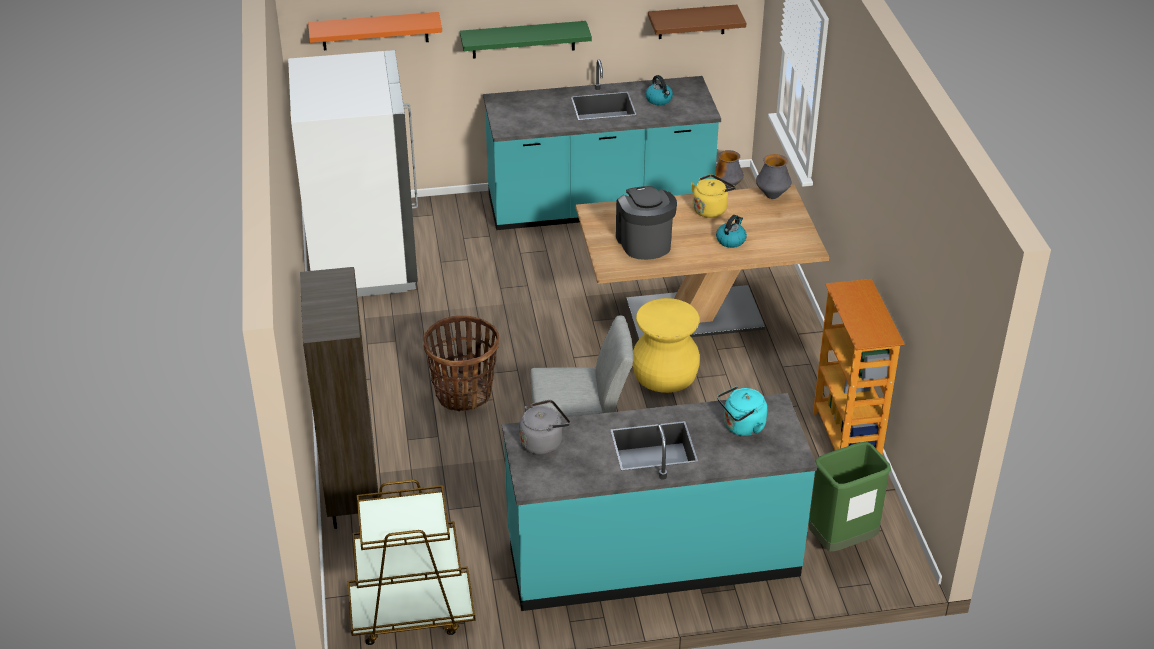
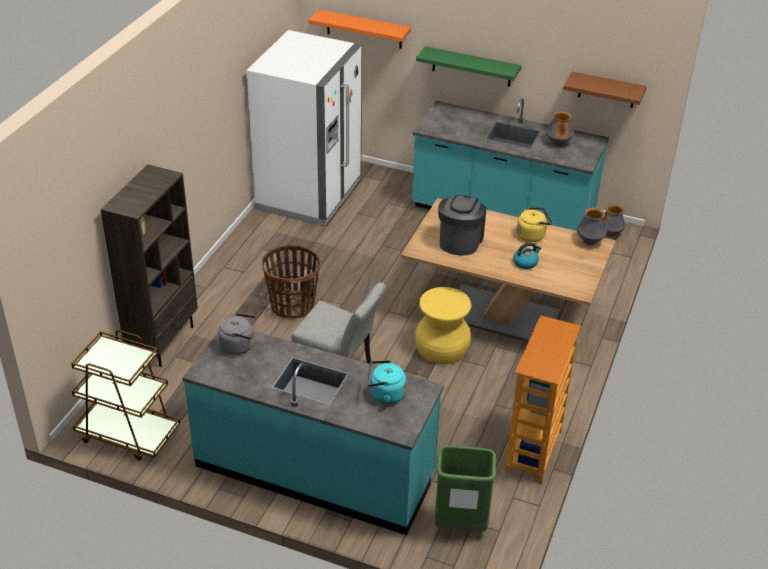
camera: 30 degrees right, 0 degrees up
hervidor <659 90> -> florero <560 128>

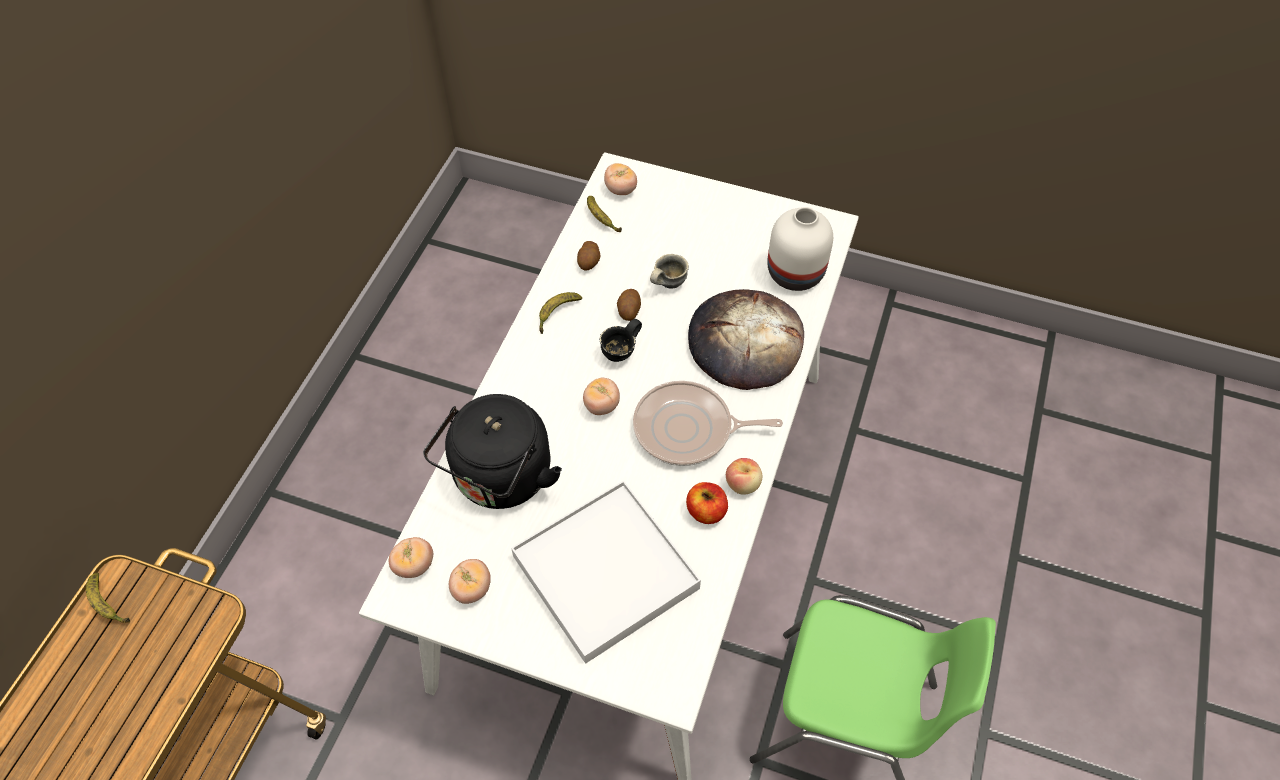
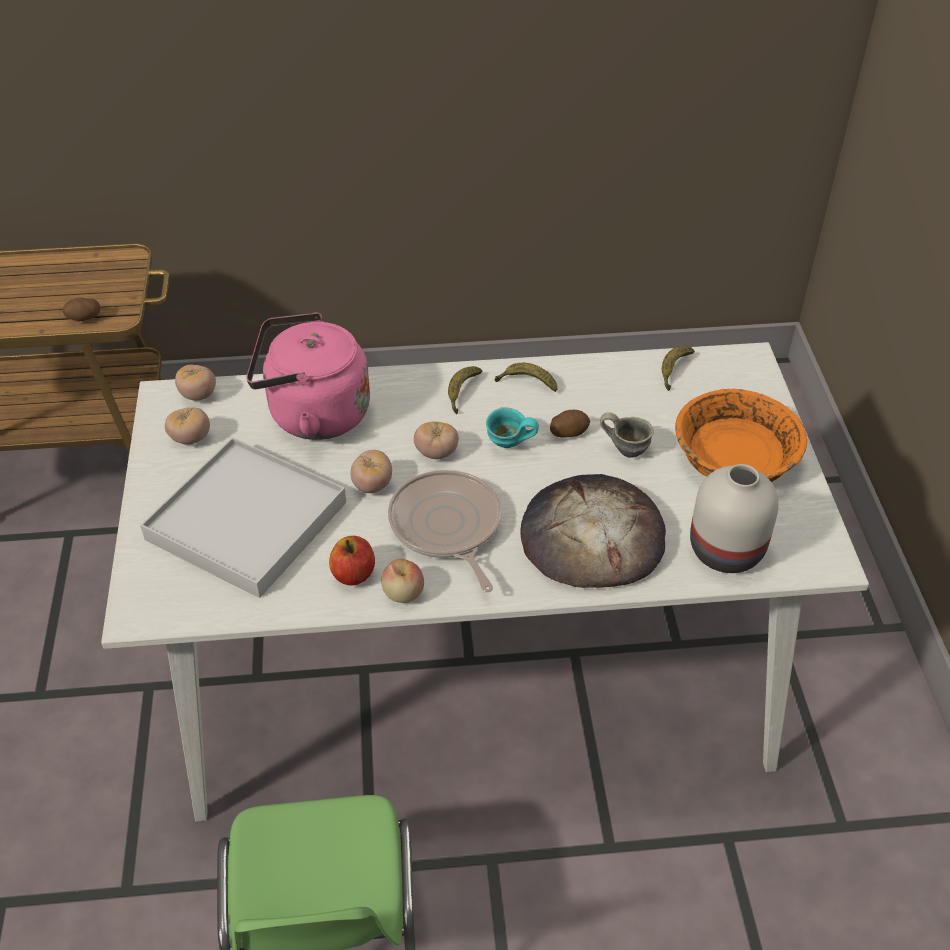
camera: 65 degrees right, 10 degrees down
plátano <108 598> -> plátano <465 390>, move
hervidor/negro <492 451> -> hervidor/rosa <308 376>
patata <589 255> -> patata <81 309>, move
taza grande/negro <621 340> -> taza grande/turquesa <512 427>
tomate <620 179> -> tomate <371 471>, move
none -> cuenco/naranja <741 435>

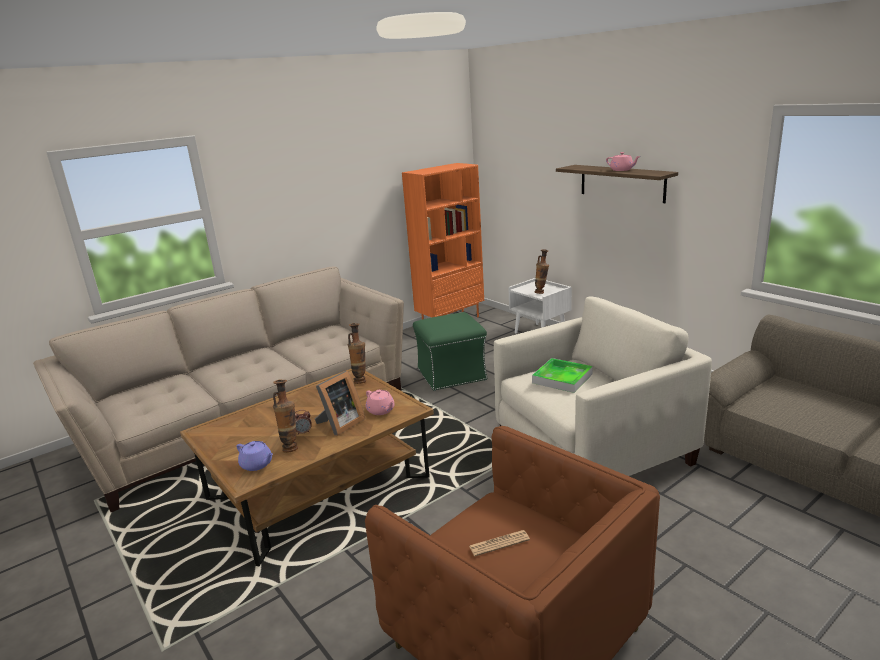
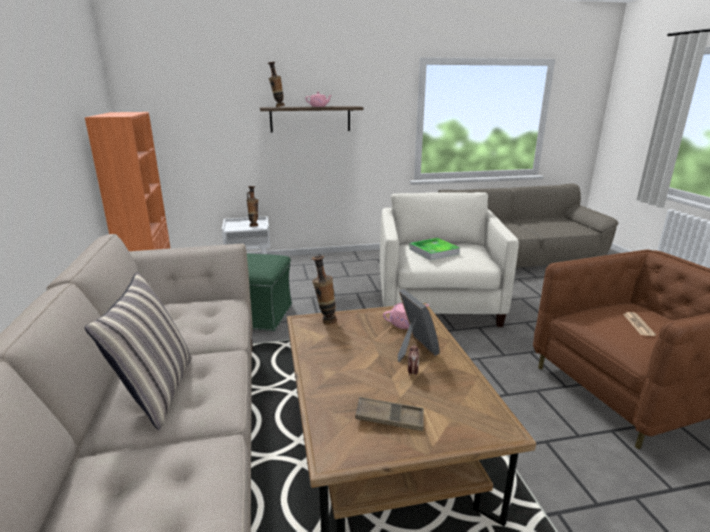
camera: 65 degrees left, 0 degrees up
tetera/morado <255 456> -> none
florero <285 416> -> florero <276 84>, move
none -> cojín <138 351>
none -> bandeja/marrón <389 414>

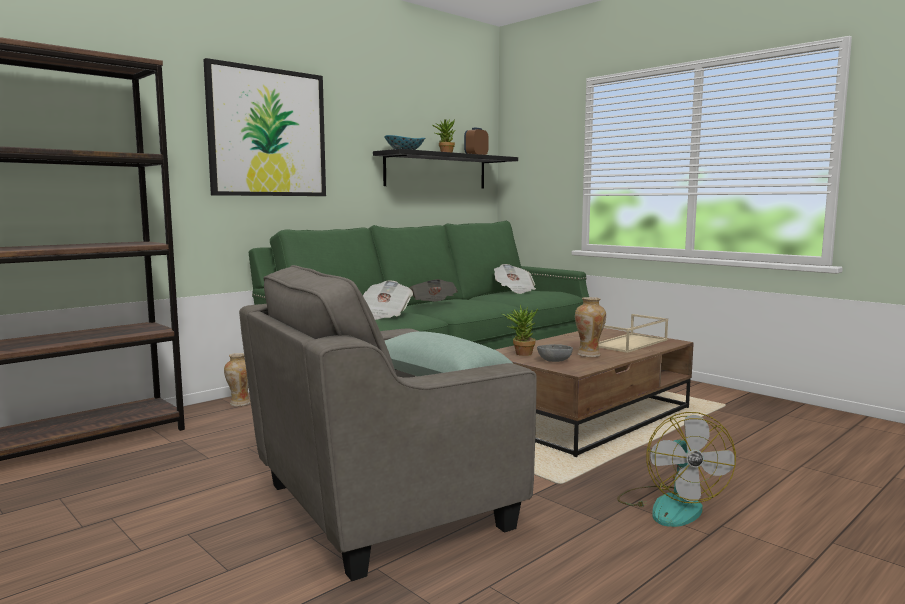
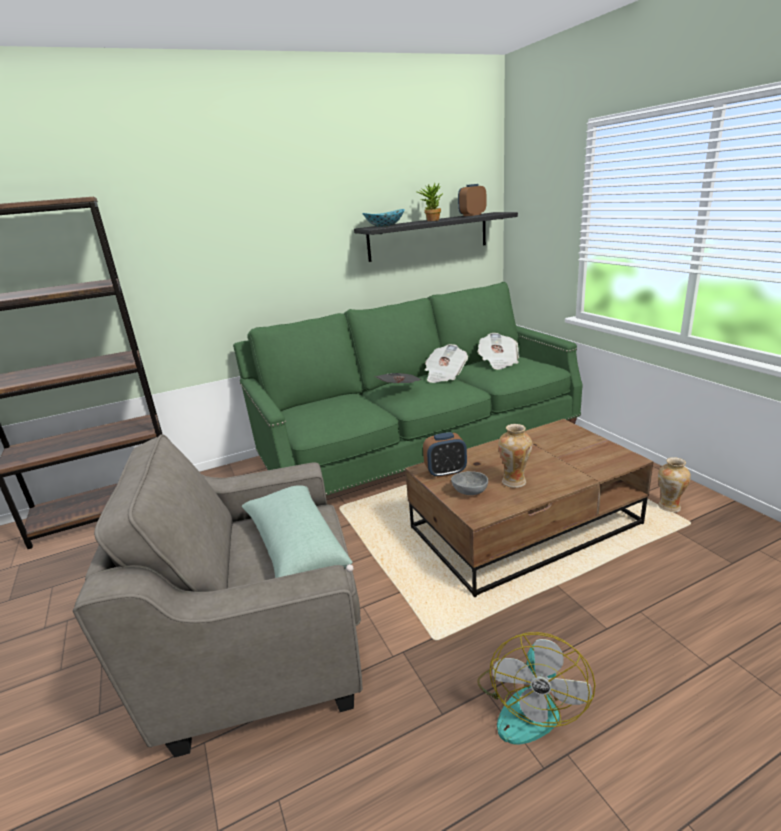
camera: 20 degrees right, 15 degrees up
cuadro <264 127> -> none
florero <237 380> -> florero <674 485>, move
periódico <388 300> -> periódico <446 363>, move
planta en maceta <520 330> -> despertador <445 455>
bandeja/beis <633 333> -> none

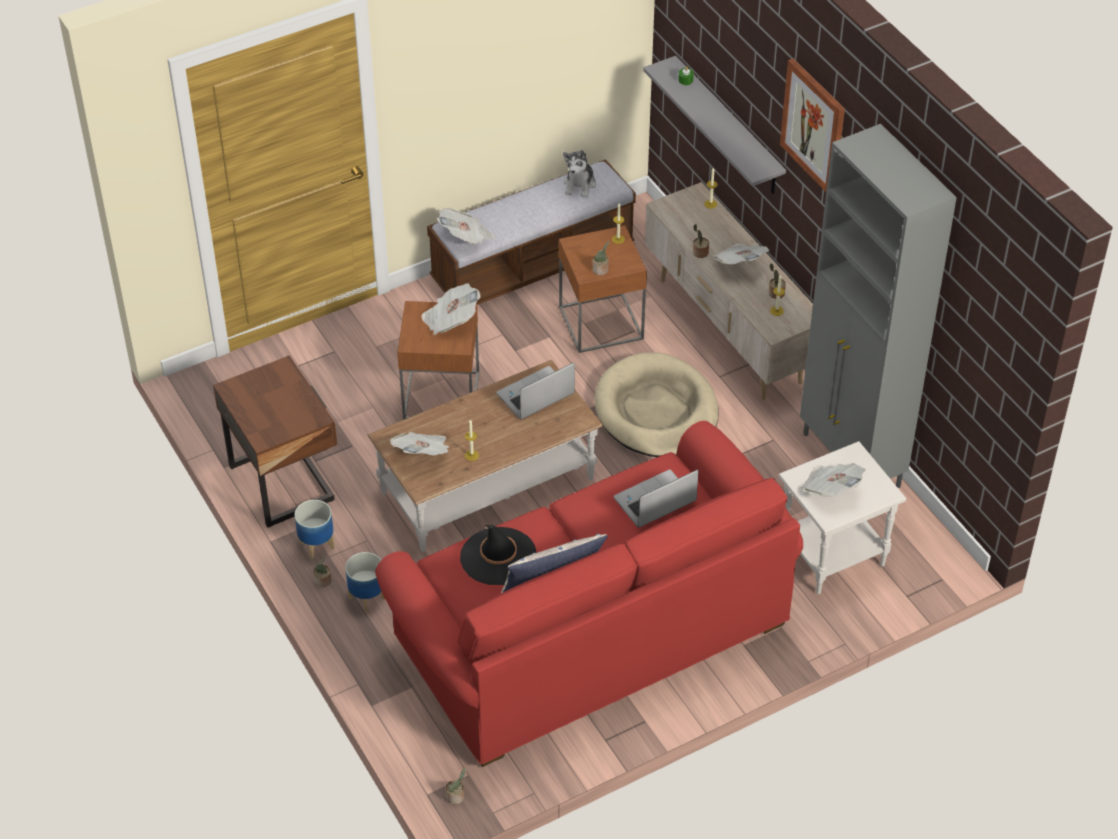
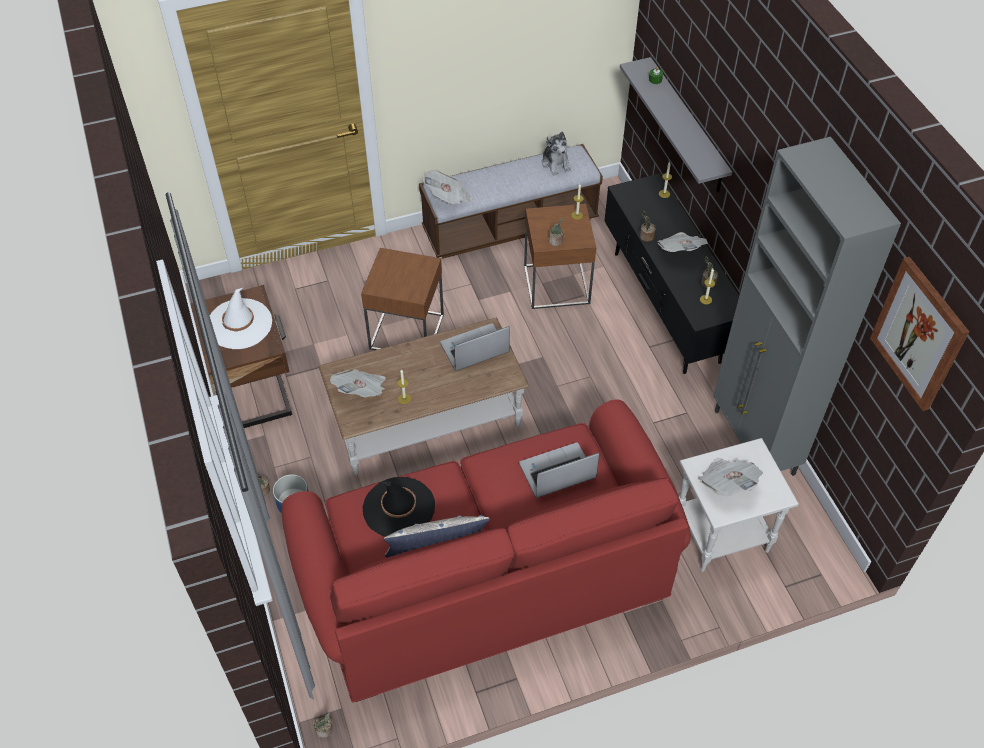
camera: 10 degrees right, 5 degrees up
maceta <315 529> -> none
periódico <451 309> -> none
peluche <579 174> -> peluche <556 153>, 45 degrees counterclockwise
cama para perro/beis <656 404> -> none
mueble de televisión/beis <729 291> -> mueble de televisión/negro <671 273>
cuadro <812 125> -> cuadro <919 334>, move
none -> sombrero/blanco <241 318>

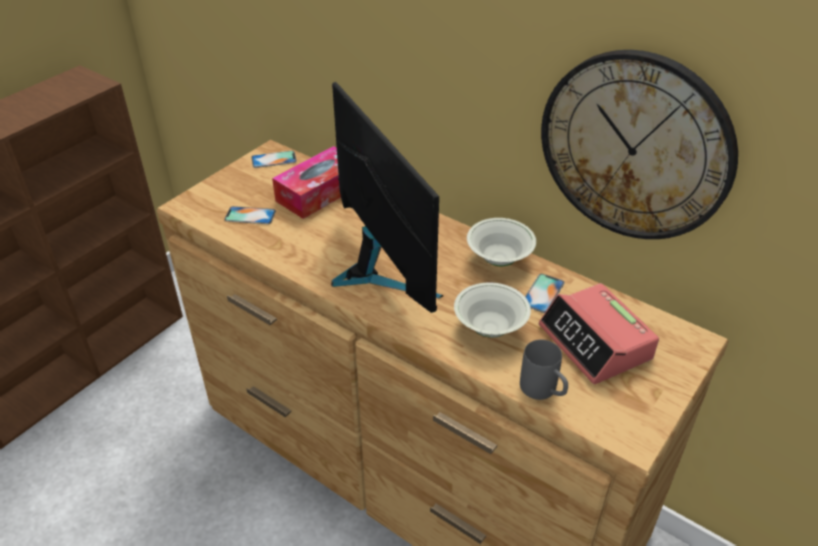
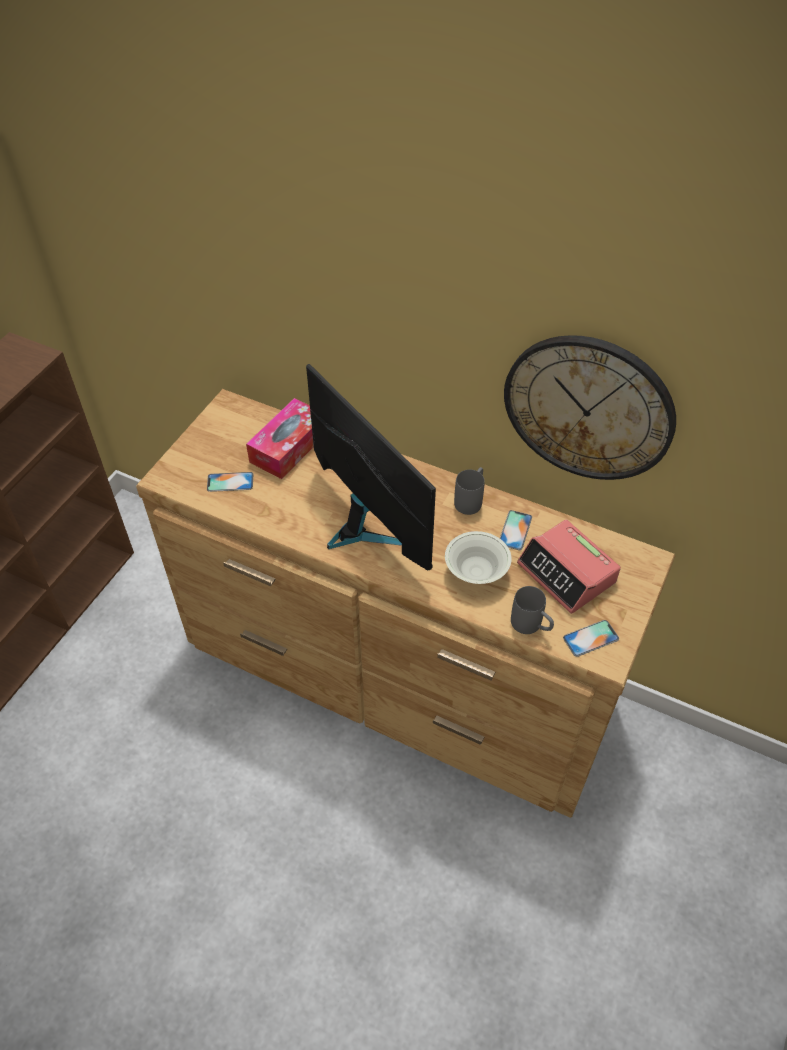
camera: 10 degrees left, 10 degrees up
móvil <274 159> -> móvil <591 638>, move
cuenco/blanco <501 242> -> taza grande/gris <469 491>

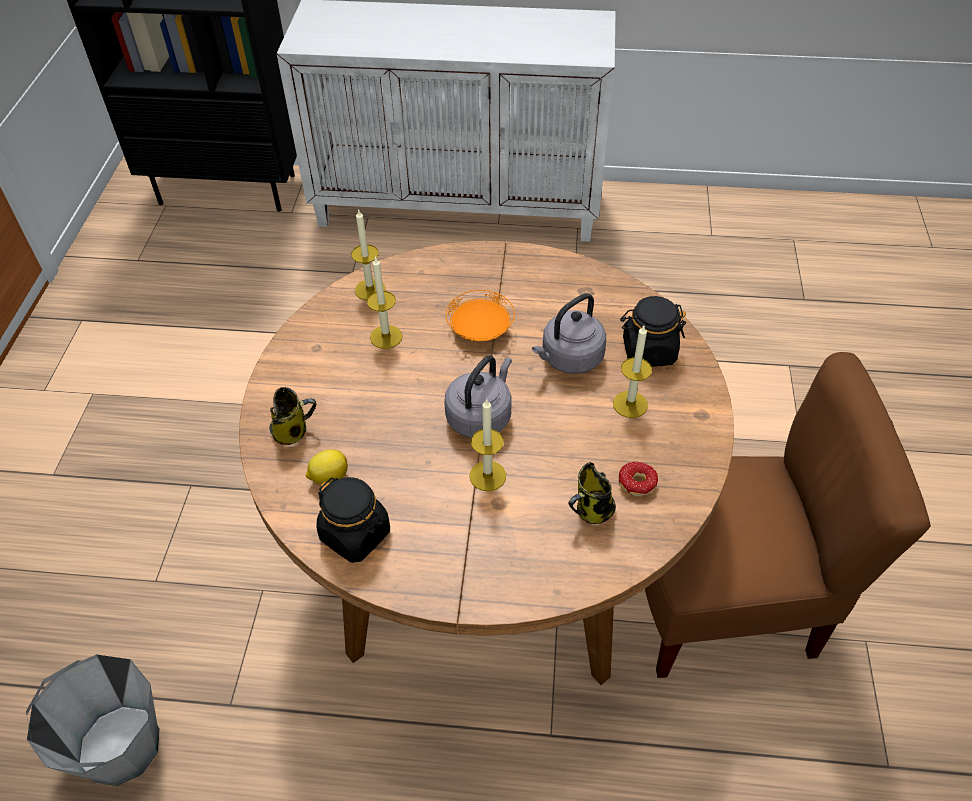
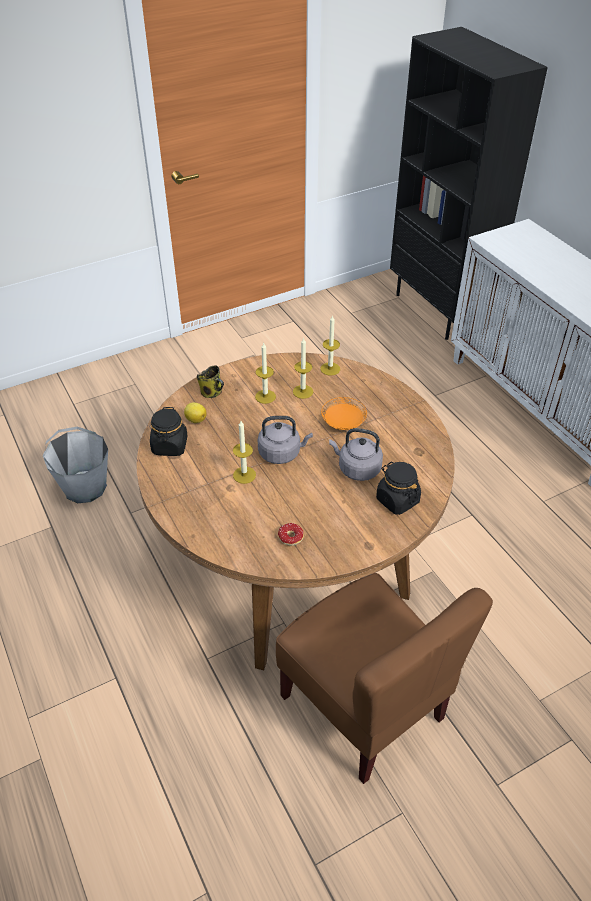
camera: 55 degrees right, 5 degrees down
taza grande <592 493> -> none
vela <632 372> -> vela <265 373>, move

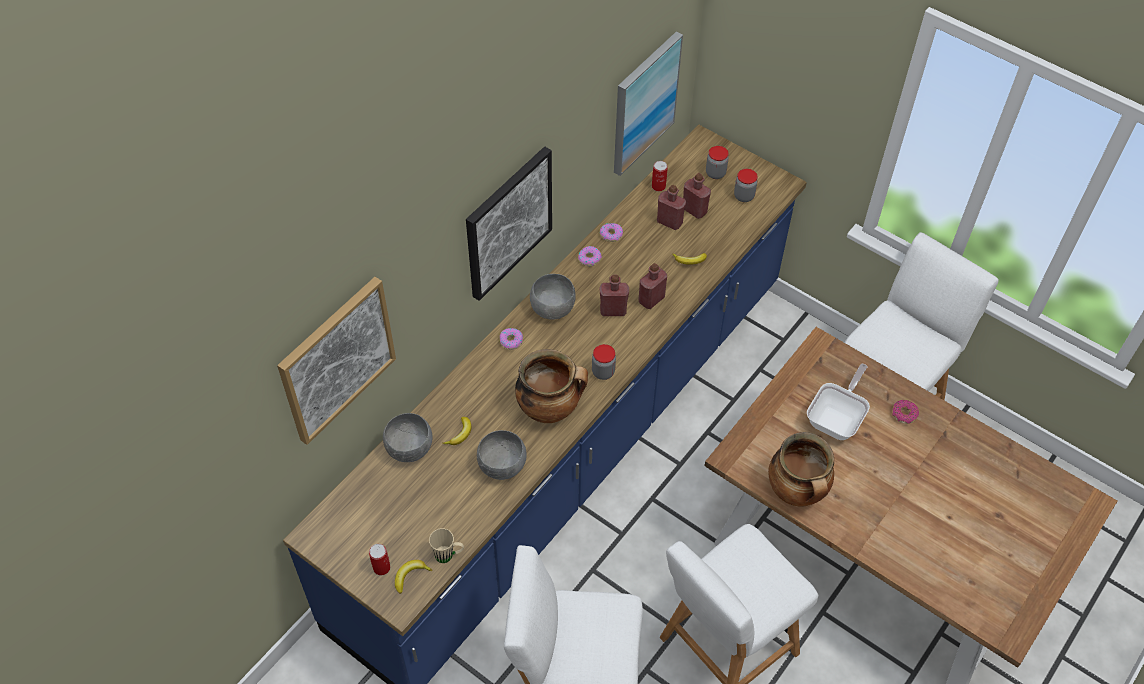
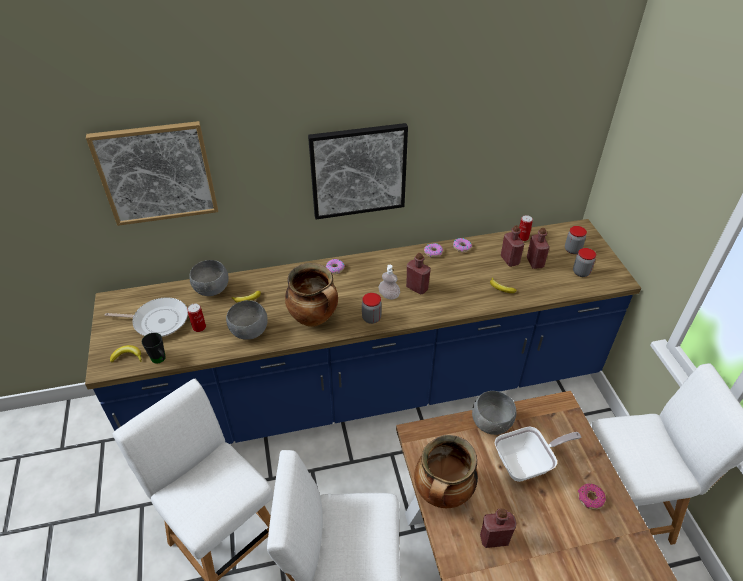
camera: 40 degrees right, 10 degrees down
lata <379 559> -> lata <196 317>, move
taza grande/beis <446 545> -> taza grande/negro <154 348>
cuenco/gris <553 297> -> cuenco/gris <494 413>, move
cuadro <648 104> -> none
botella/rojo <652 286> -> botella/rojo <498 528>, move
none -> sartén <146 317>
none -> dispensador de jabón <389 282>

